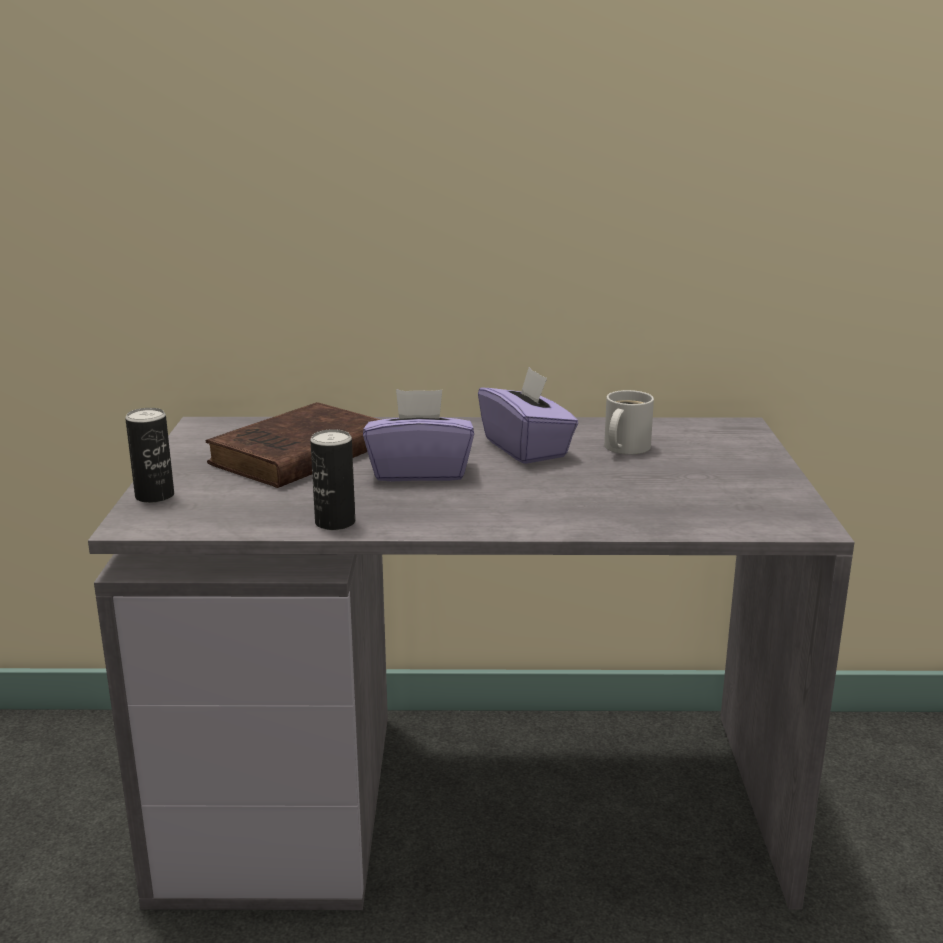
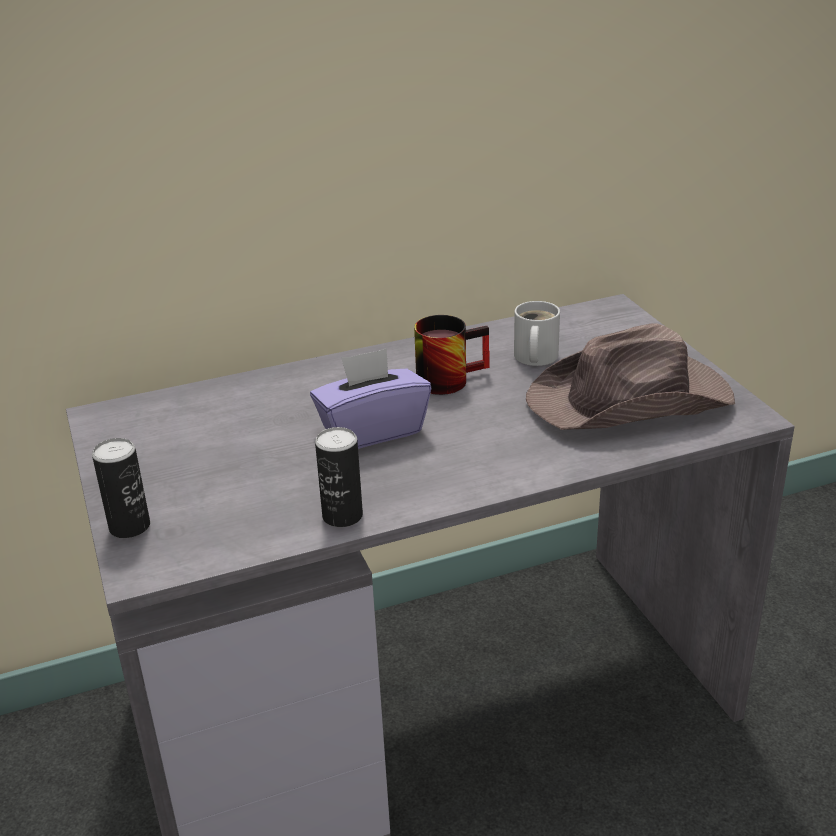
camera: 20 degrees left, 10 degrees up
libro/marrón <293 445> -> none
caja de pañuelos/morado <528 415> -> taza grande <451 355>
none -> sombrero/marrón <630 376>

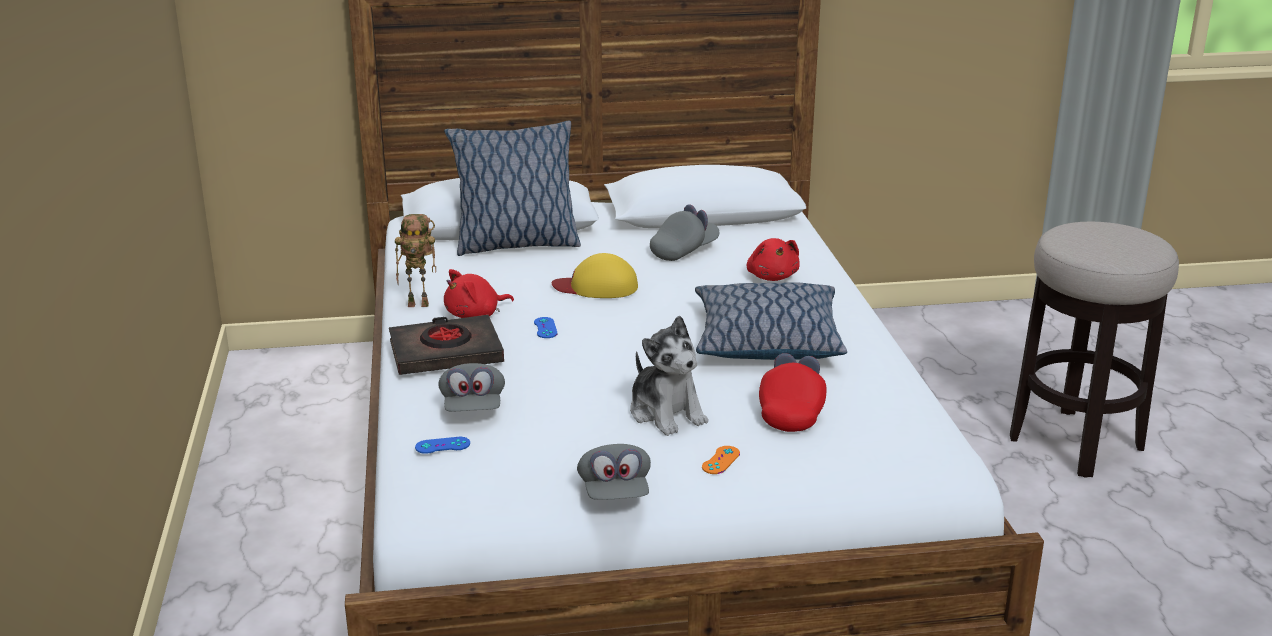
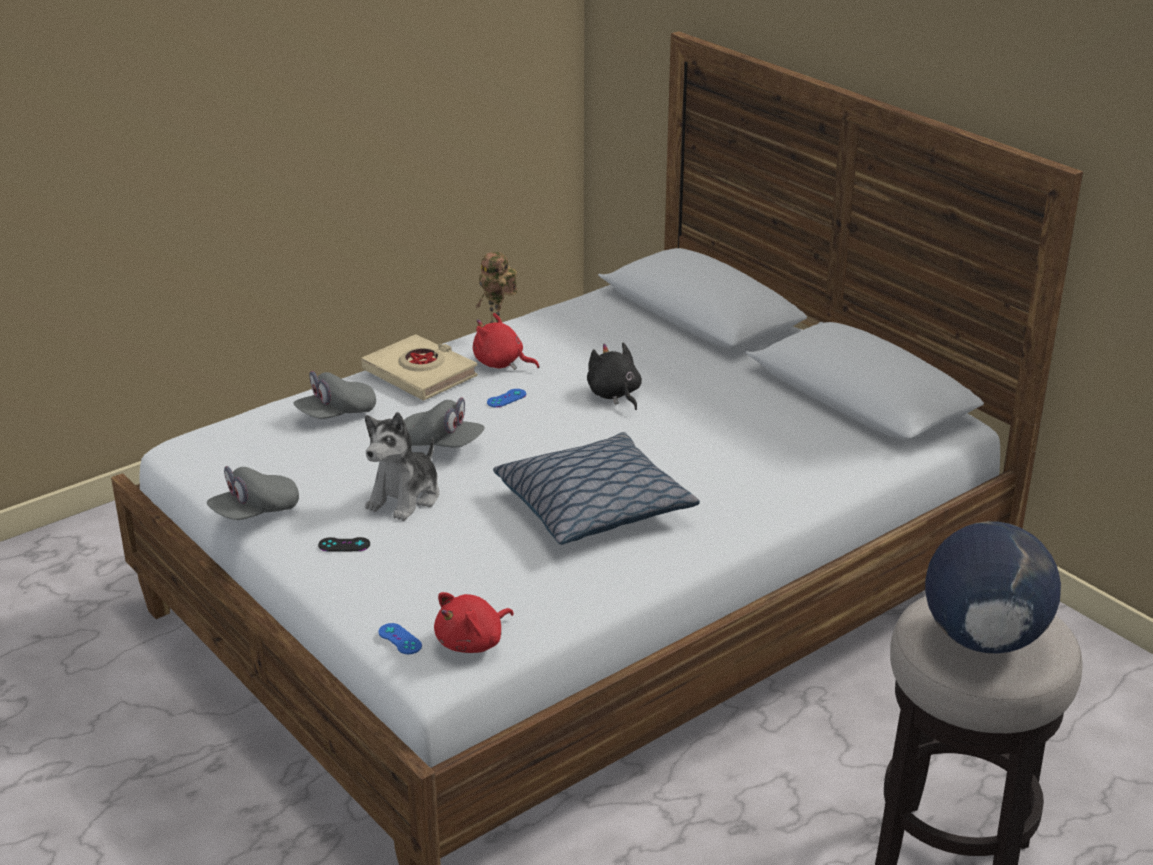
camera: 60 degrees right, 5 degrees up
libro/negro <446 345> -> libro/beis <419 367>
mando de consola/azul <442 445> -> mando de consola/azul <400 638>, move
cojín <512 188> -> none
gorra/amarillo <595 275> -> peluche/negro <614 376>
gorra/gris <684 232> -> gorra/gris <444 423>, move
mando de consola/naranja <721 460> -> mando de consola/negro <344 544>
peluche/rojo <773 259> -> peluche/rojo <474 622>, move
gorra/rojo <792 392> -> none
none -> globo terráqueo <993 587>

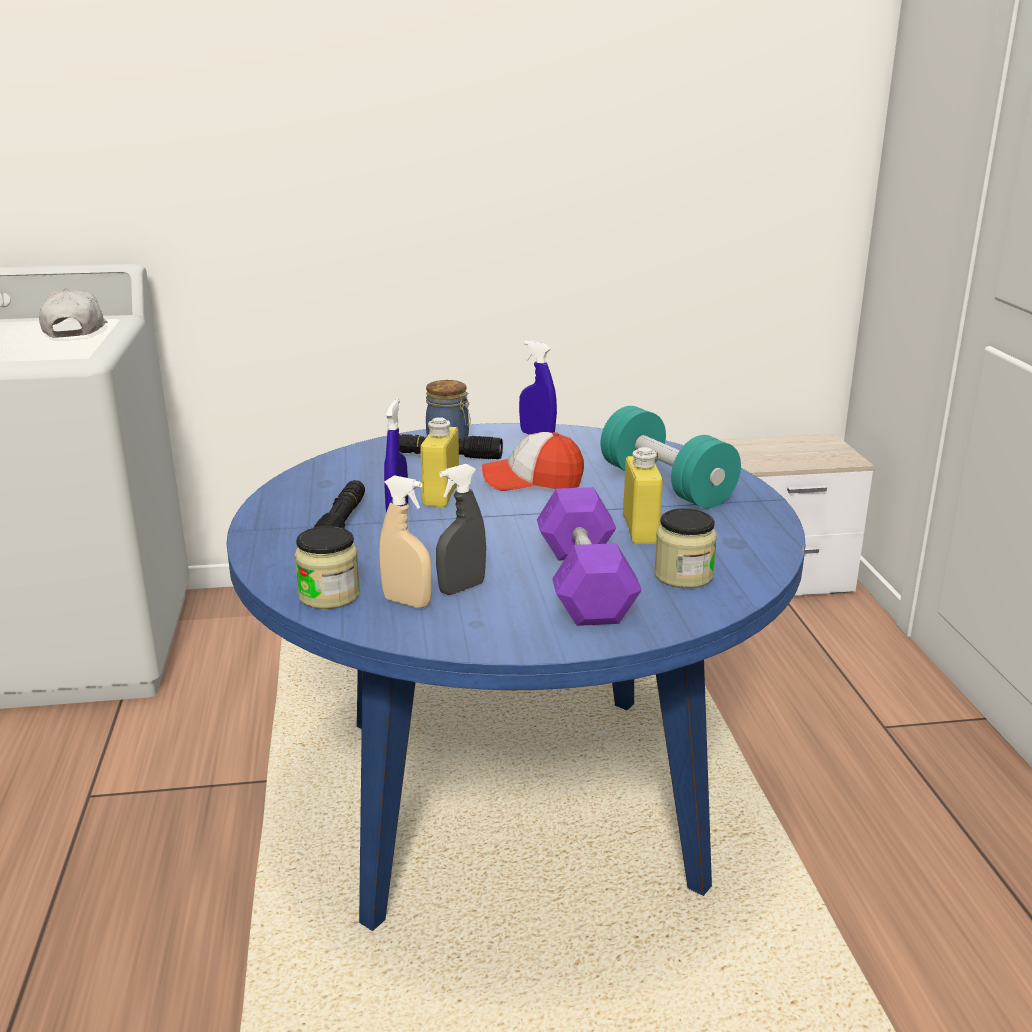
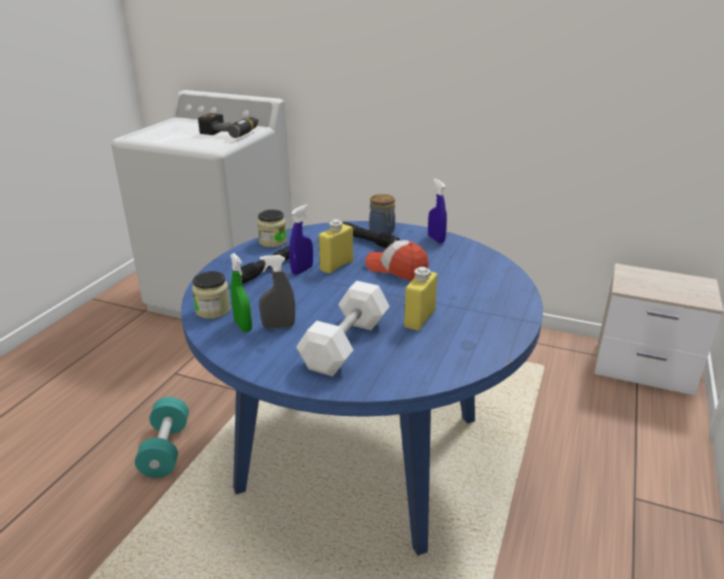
camera: 30 degrees right, 5 degrees up
gorra/blanco <73 313> -> taladro <228 125>
pulverizador/beis <405 541> -> pulverizador/verde <241 292>
mancuerna/morado <589 556> -> mancuerna/blanco <343 329>
mancuerna/turquesa <671 457> -> mancuerna/turquesa <162 437>, move
tarro <685 548> -> tarro <272 228>, move

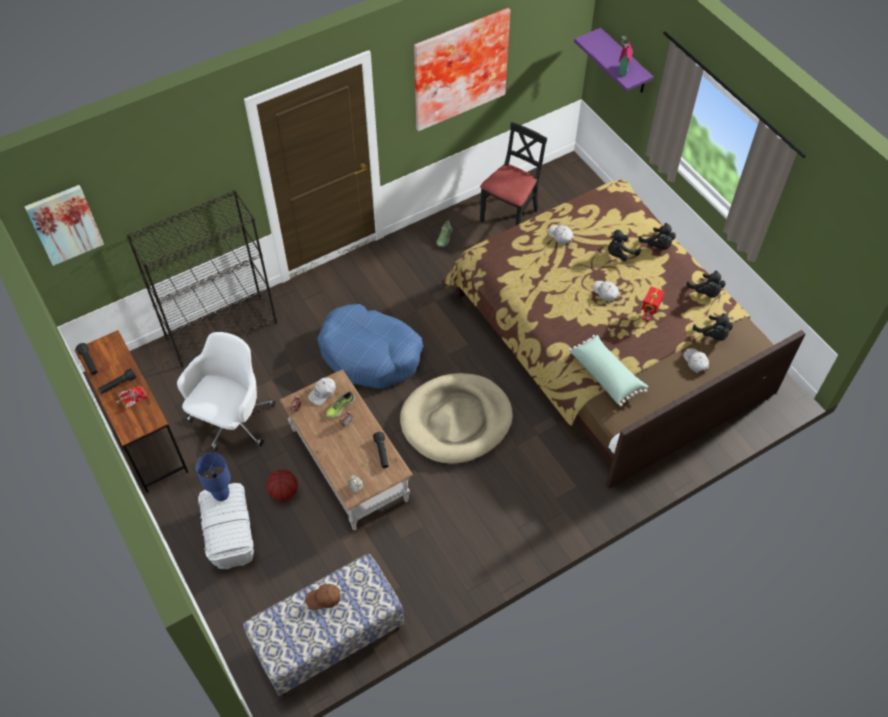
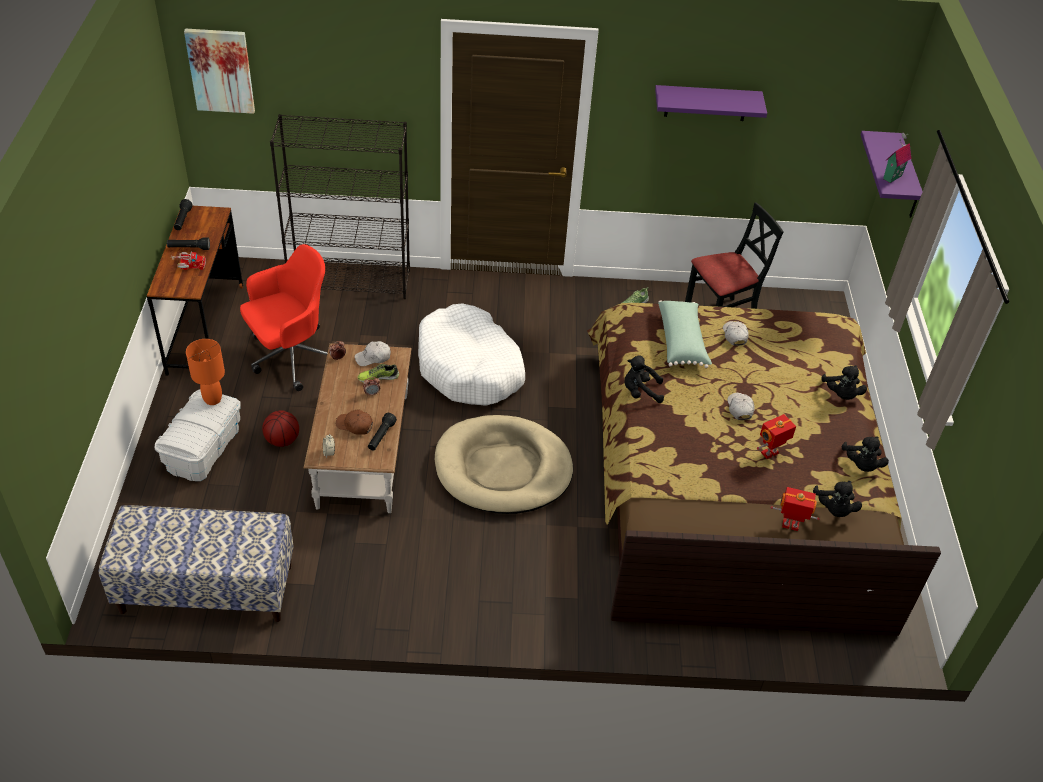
camera: 30 degrees right, 10 degrees down
silla de oficina/blanco <226 391> -> silla de oficina/rojo <284 317>
lámpara de mesa/azul <213 477> -> lámpara de mesa/naranja <205 372>
gorra/marrón <323 597> -> gorra/marrón <354 422>, move
cama para perro/azul <370 346> -> cama para perro/blanco <471 354>
cuadro <462 69> -> estante/morado <711 103>
cojín/verde <608 370> -> cojín/verde <685 334>, move
peluche/negro <624 245> -> peluche/negro <644 379>, move
gorra/blanco <696 361> -> robot de juguete <795 509>

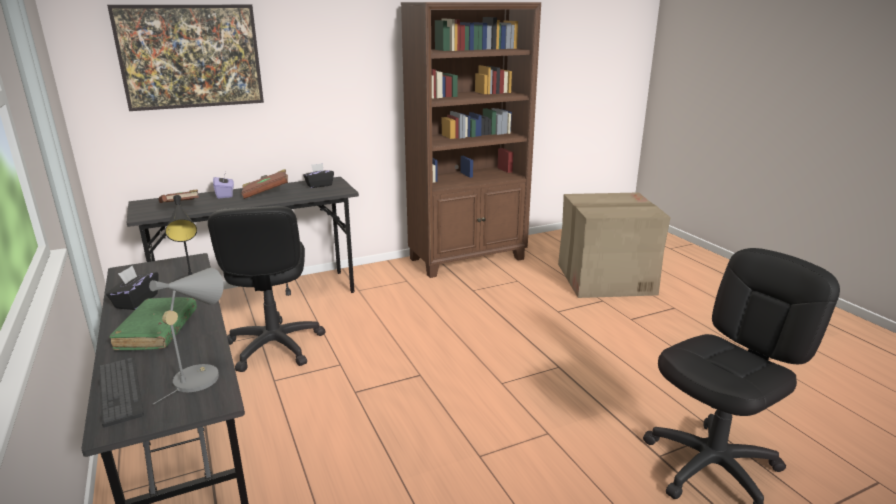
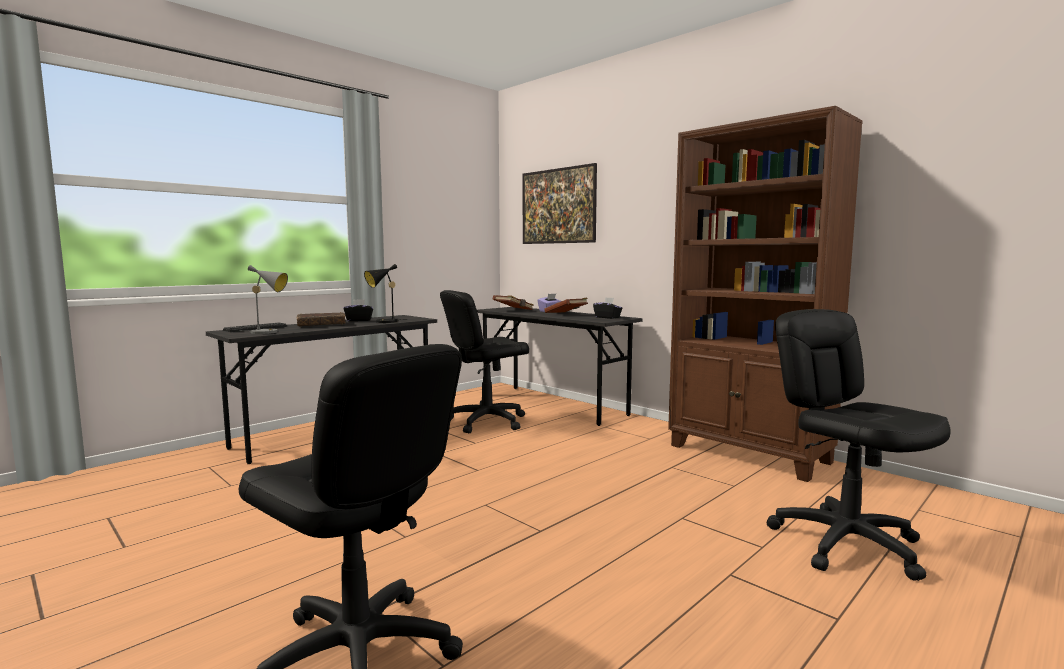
camera: 70 degrees right, 15 degrees down
libro/verde <153 323> -> libro/marrón <321 319>
caja de cartón <614 245> -> silla de oficina/negro <858 445>

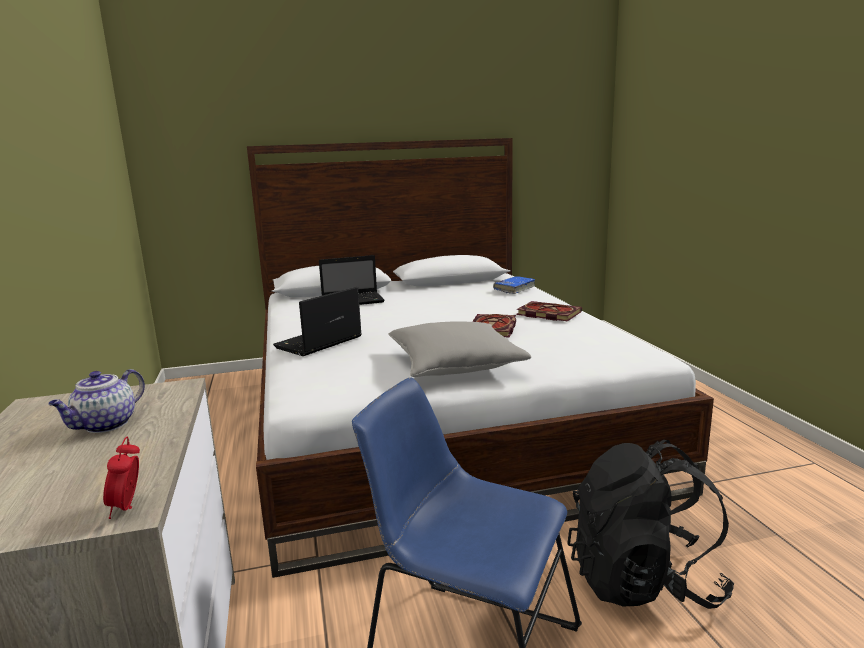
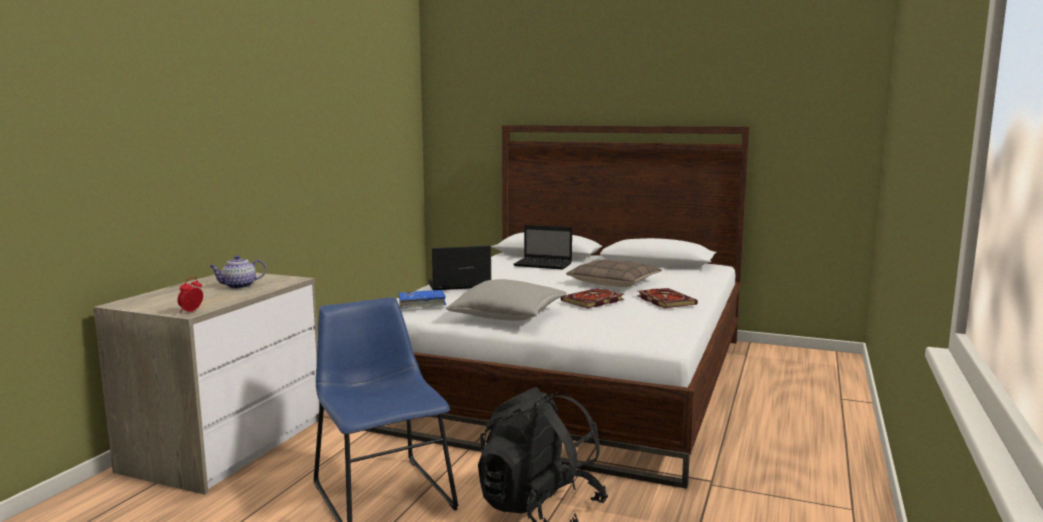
camera: 35 degrees right, 5 degrees down
libro/azul <514 285> -> libro/azul <422 299>, move
none -> cojín <614 273>

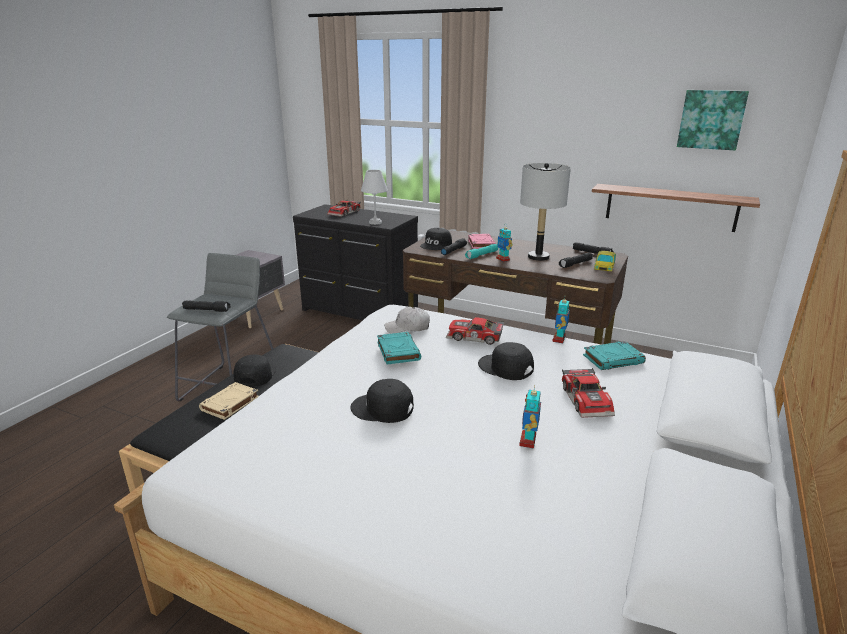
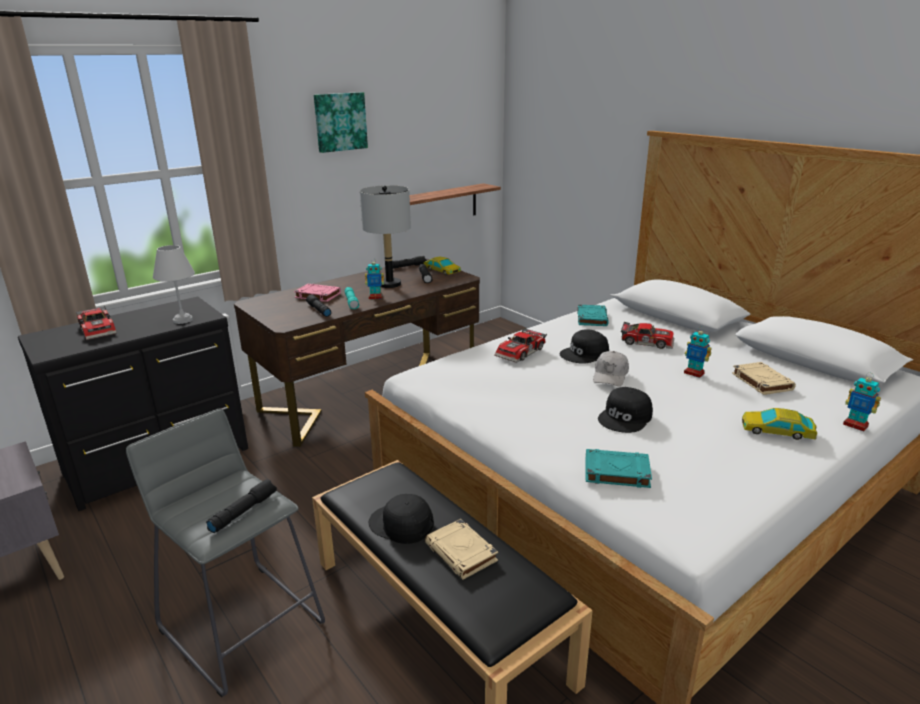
camera: 65 degrees left, 0 degrees up
libro/turquesa <399 348> -> libro/turquesa <619 468>, move
gorra/blanco <407 320> -> gorra/blanco <611 368>, move
gorra/negro <436 239> -> none
robot de juguete <561 320> -> robot de juguete <862 402>, move
cuadro <713 120> -> cuadro <341 122>, move
none -> libro/beis <764 378>
none -> coche de juguete <780 424>

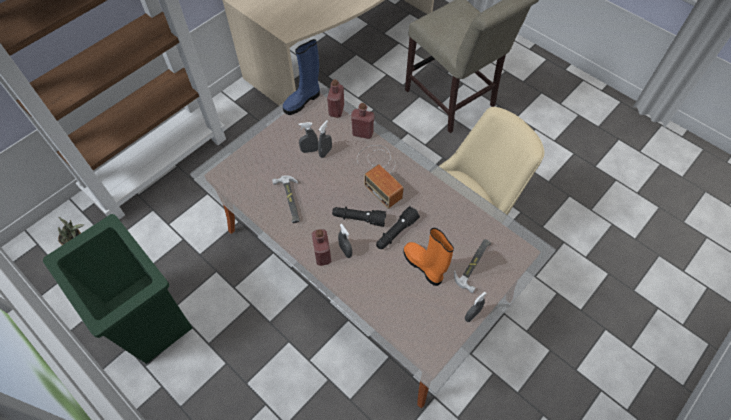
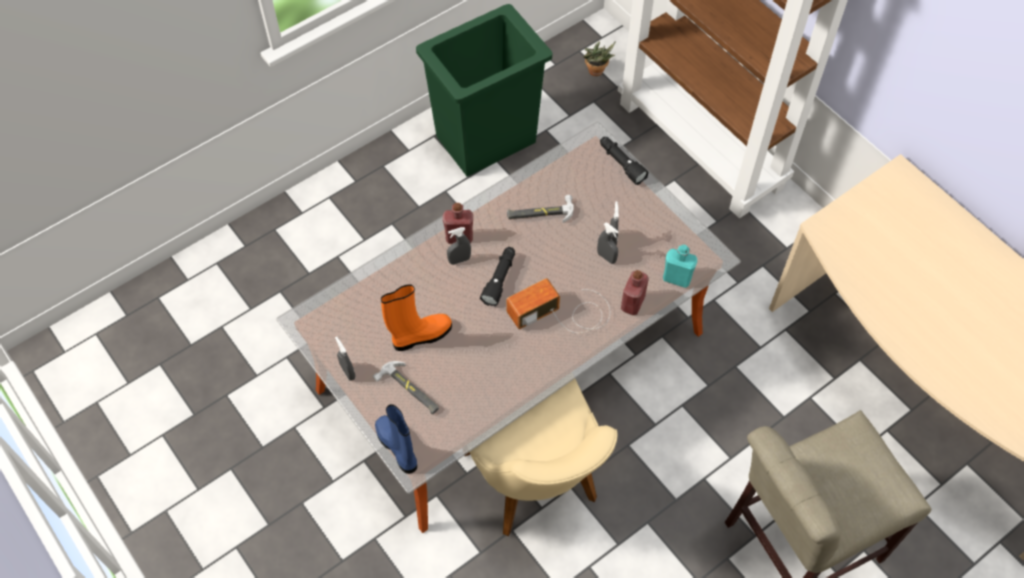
camera: 100 degrees right, 0 degrees up
bota/azul <301 77> -> bota/azul <396 439>, move
botella/rojo <335 98> -> botella/turquesa <680 266>
linterna/negro <398 227> -> linterna/negro <624 161>, move

